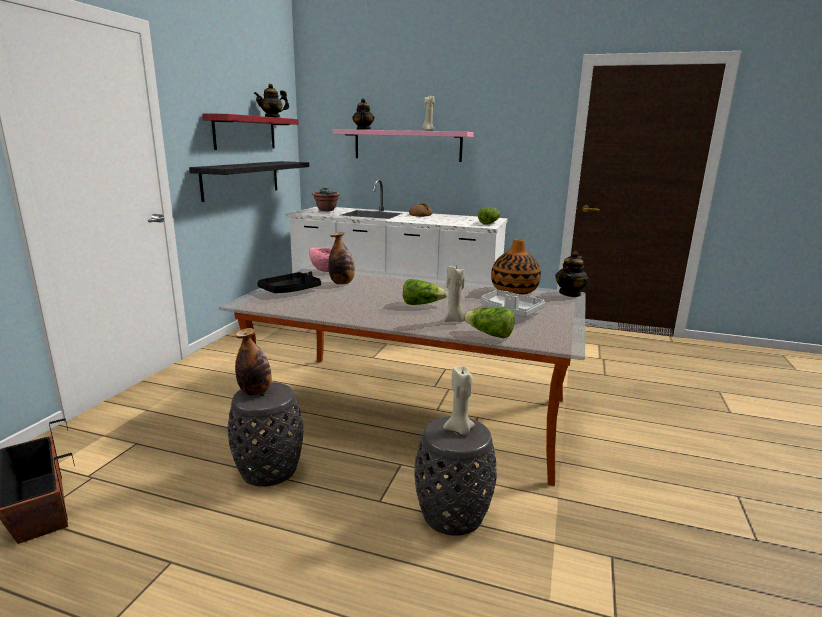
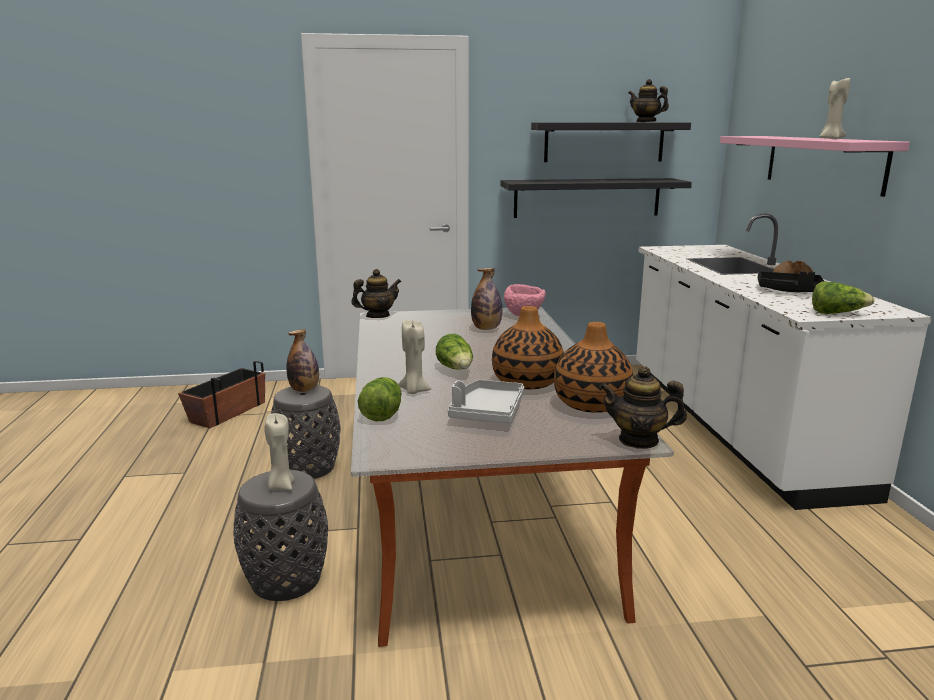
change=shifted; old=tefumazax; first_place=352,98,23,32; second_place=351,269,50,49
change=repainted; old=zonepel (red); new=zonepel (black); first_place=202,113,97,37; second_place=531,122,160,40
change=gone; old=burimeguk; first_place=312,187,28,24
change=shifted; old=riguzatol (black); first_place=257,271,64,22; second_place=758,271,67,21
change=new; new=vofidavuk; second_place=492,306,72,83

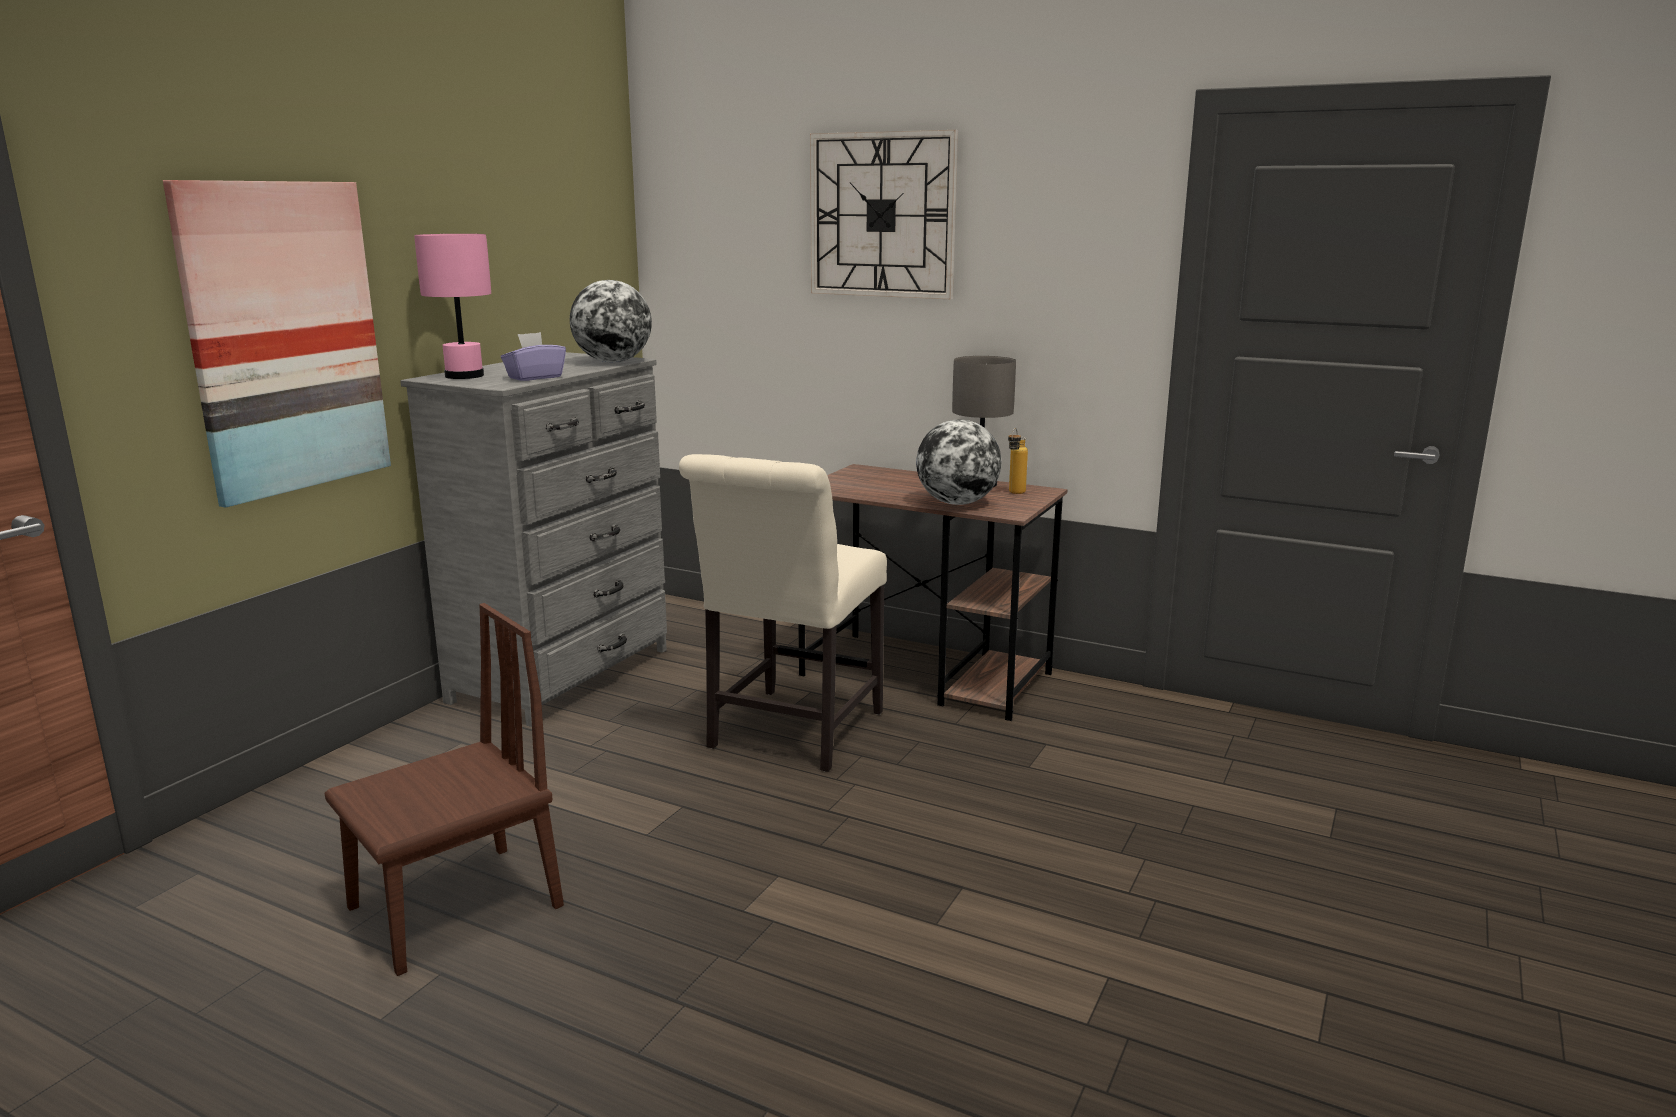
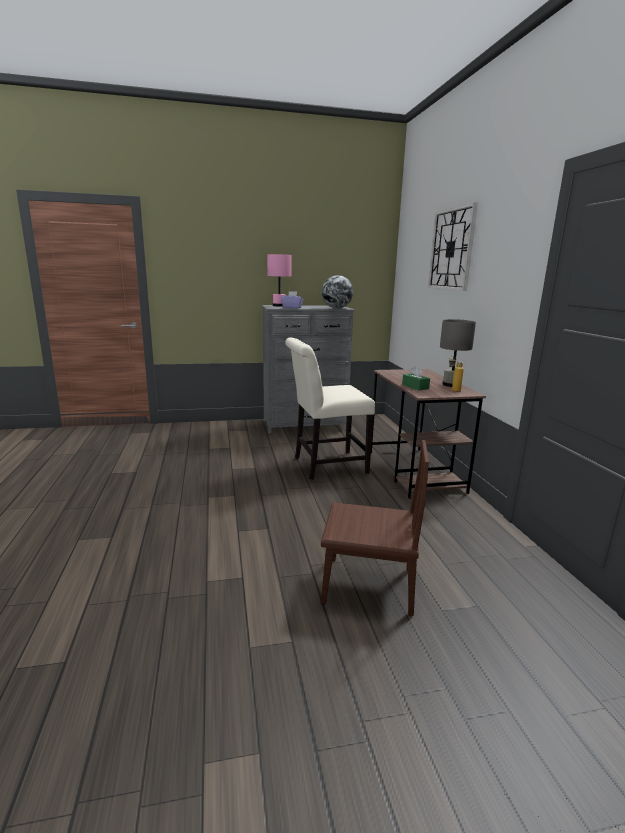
change=gone; old=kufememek; first_place=163,180,228,328
change=swapped; old=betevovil; new=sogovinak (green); first_place=916,419,85,86; second_place=402,366,28,25
change=shifted; old=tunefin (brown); first_place=325,603,239,373; second_place=321,440,108,176

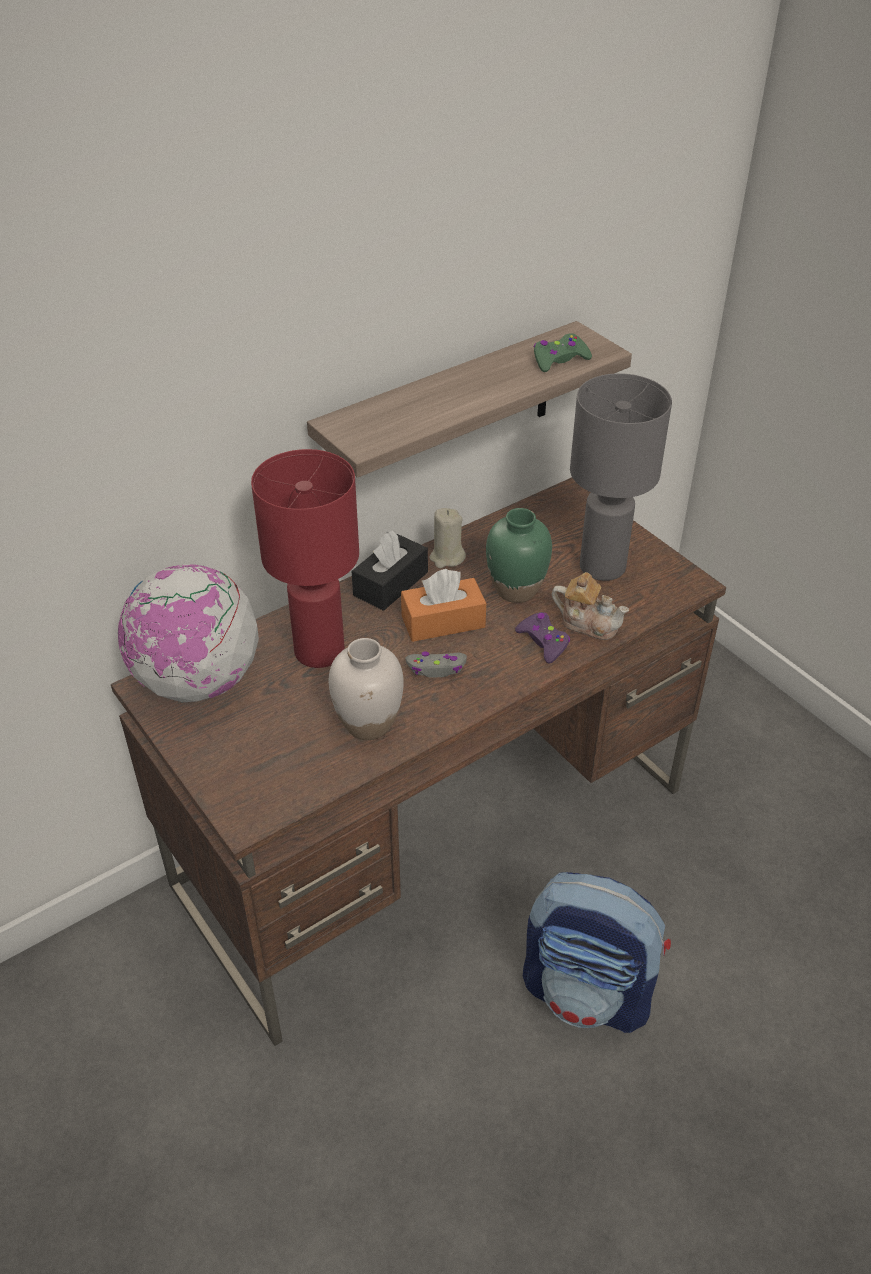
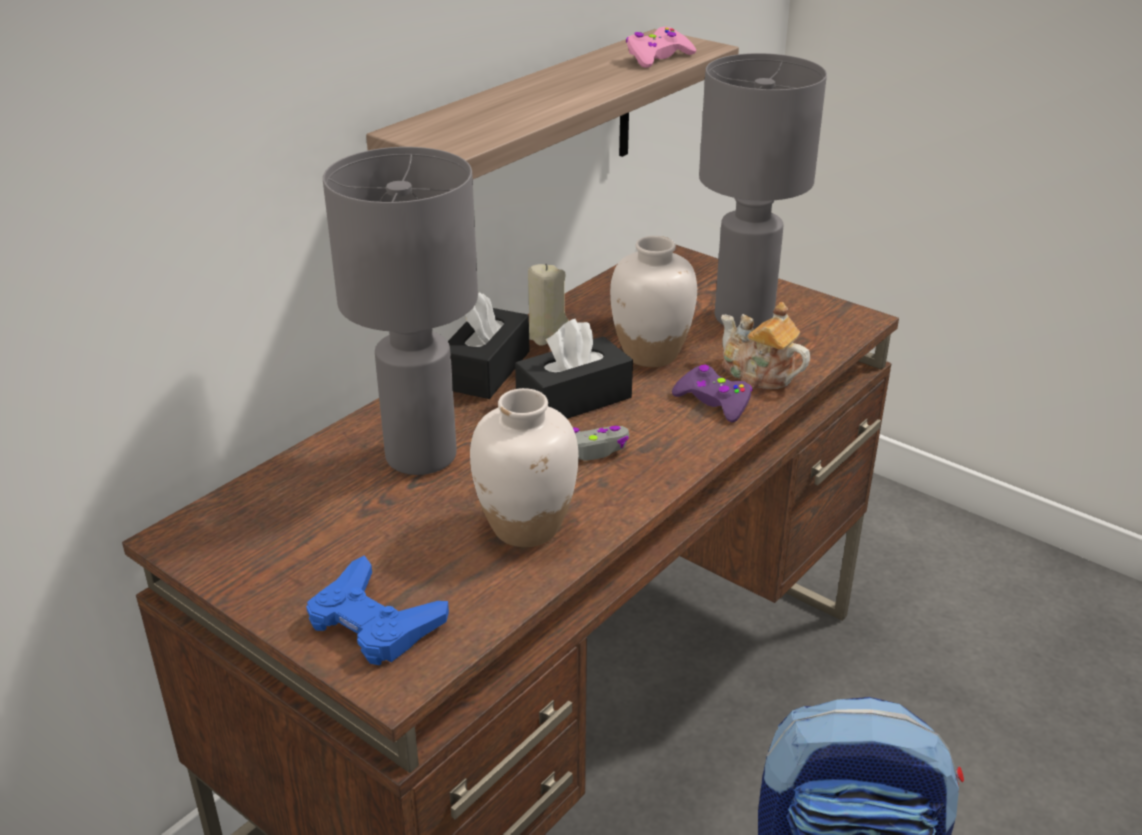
change=repainted; old=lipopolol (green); new=lipopolol (pink); first_place=534,333,58,39; second_place=626,27,70,41
change=repainted; old=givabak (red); new=givabak (grey); first_place=251,449,108,219; second_place=323,147,155,328
change=repainted; old=vofidavuk (green); new=vofidavuk (white); first_place=486,508,66,95; second_place=610,236,87,131
change=gone; old=betevovil; first_place=118,564,141,138
change=repainted; old=sogovinak (orange); new=sogovinak (black); first_place=401,569,85,73; second_place=515,319,118,100
change=rotated; old=tefumazax; first_place=552,572,77,68; second_place=721,302,89,87; degrees=-150
change=new; new=lipopolol (blue); second_place=306,555,143,110

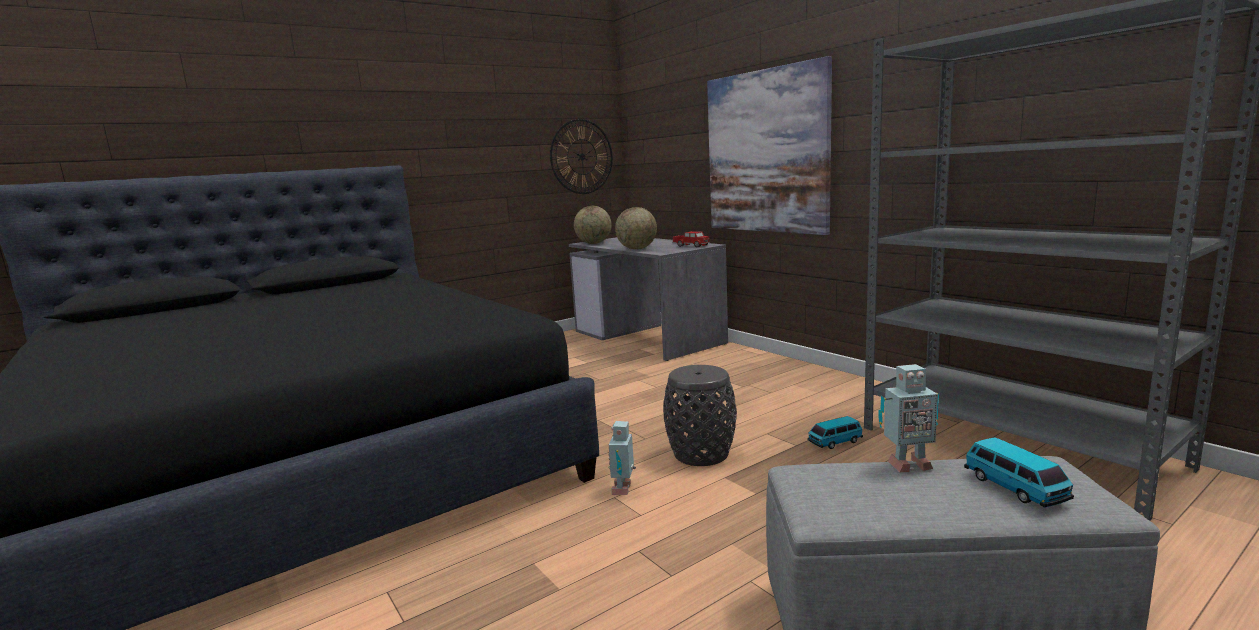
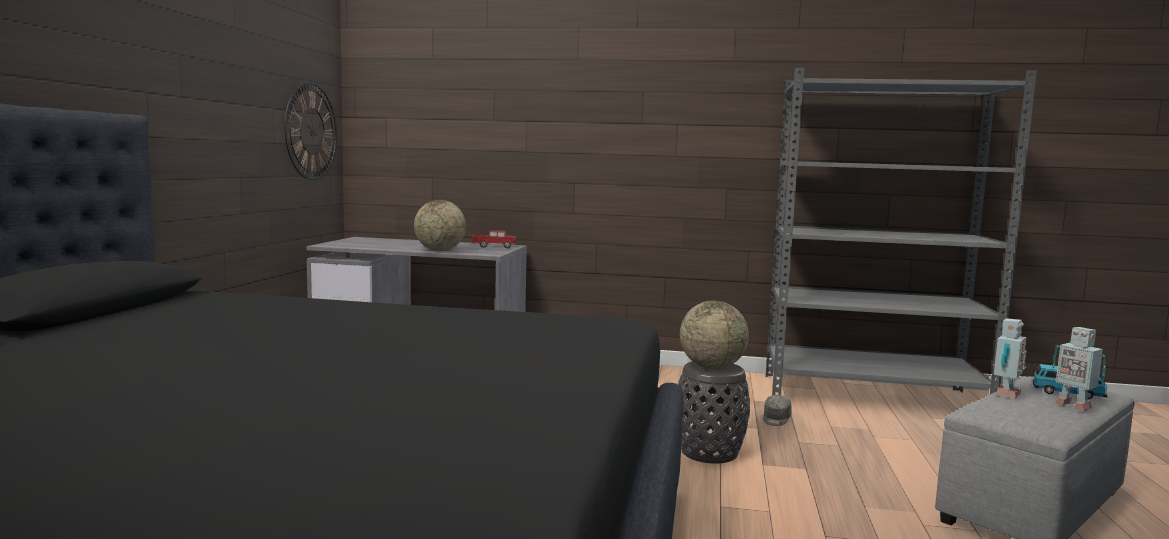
change=gone; old=kufememek; first_place=707,56,125,179
change=shifted; old=betevovil; first_place=574,206,38,38; second_place=680,301,69,68
change=swapped; old=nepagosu; new=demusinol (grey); first_place=808,416,55,33; second_place=763,395,29,31
change=shifted; old=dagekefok; first_place=608,421,28,74; second_place=1053,327,53,84

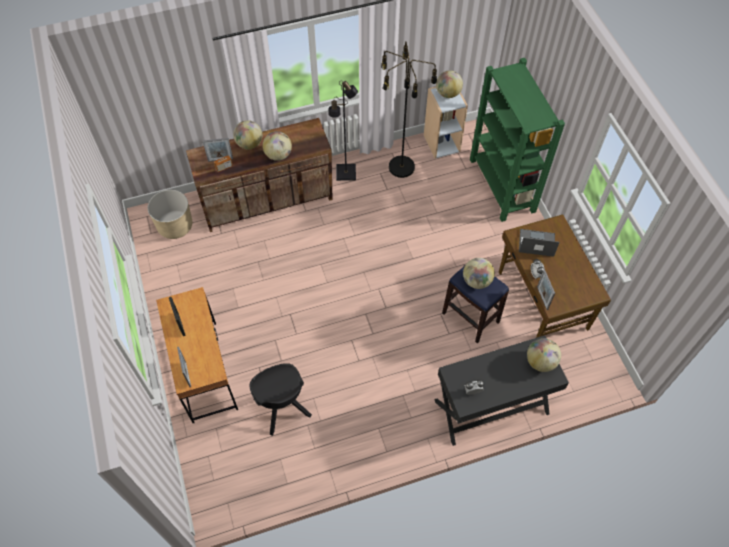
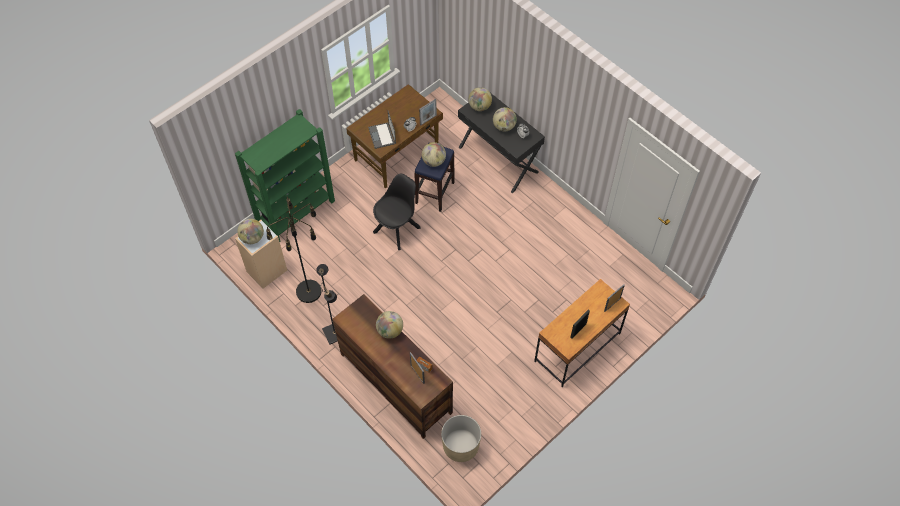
change=shifted; old=betevovil; first_place=233,120,29,29; second_place=493,107,24,24
change=shifted; old=tunefin (black); first_place=250,363,62,73; second_place=373,174,48,76

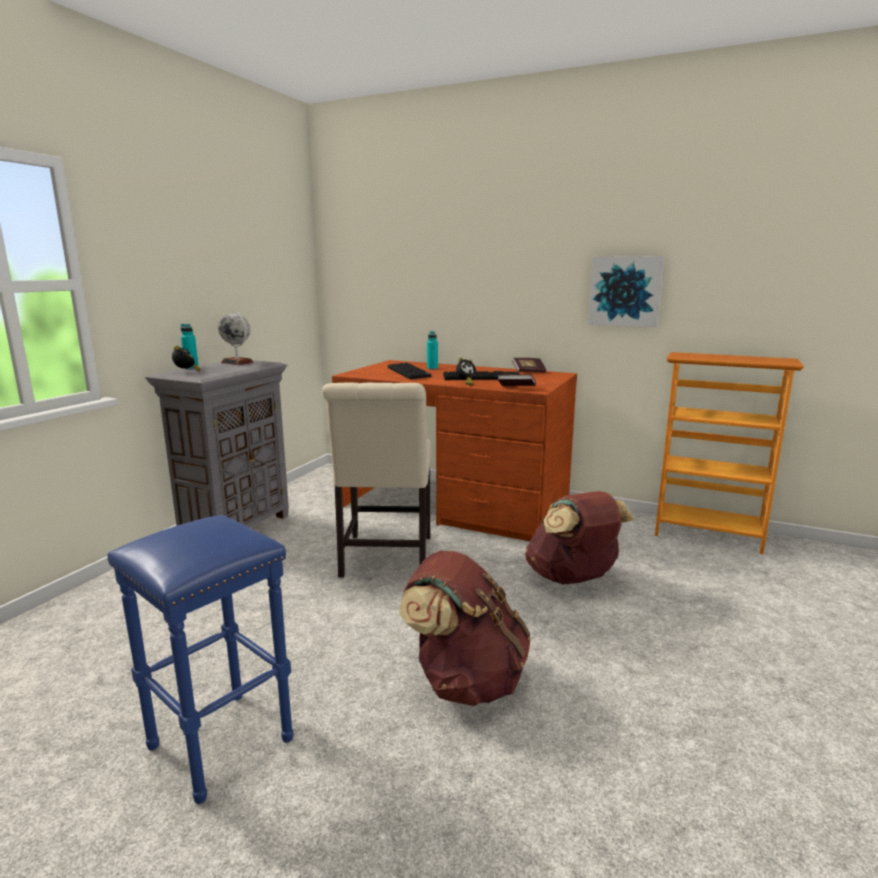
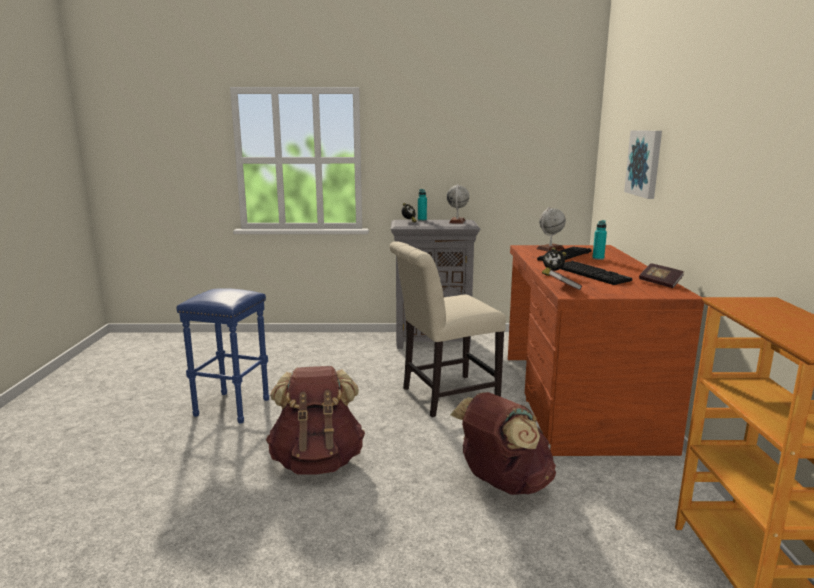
change=shifted; old=kufememek; first_place=588,256,76,71; second_place=624,130,38,69
change=new; new=betevovil; second_place=536,207,30,45

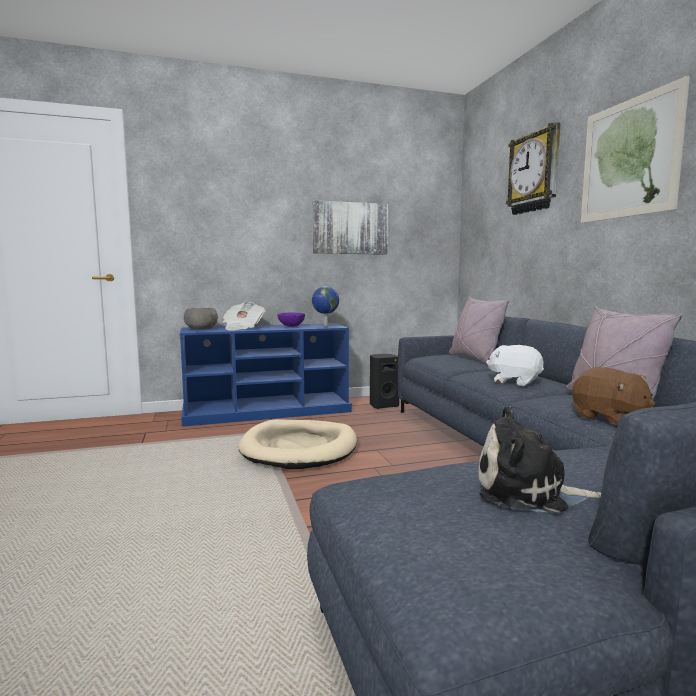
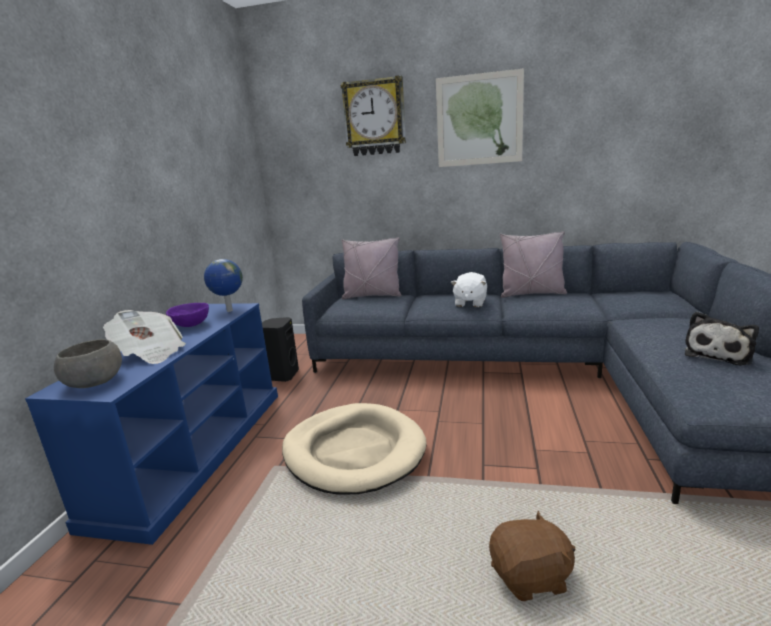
change=gone; old=kufememek; first_place=313,200,76,55
change=rotated; old=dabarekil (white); first_place=486,345,58,41; second_place=451,272,36,35; degrees=-45
change=shifted; old=dabarekil (brown); first_place=572,367,83,58; second_place=489,511,86,90

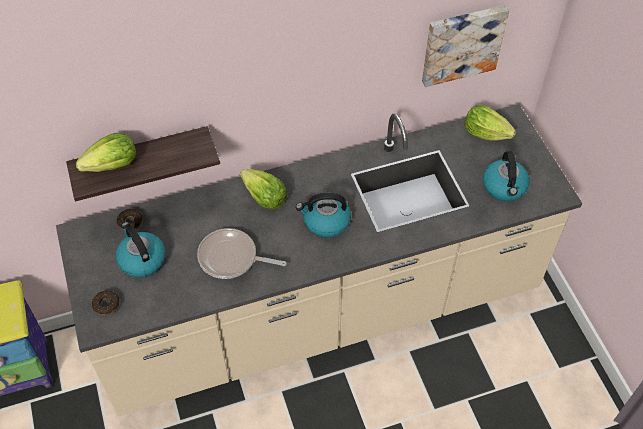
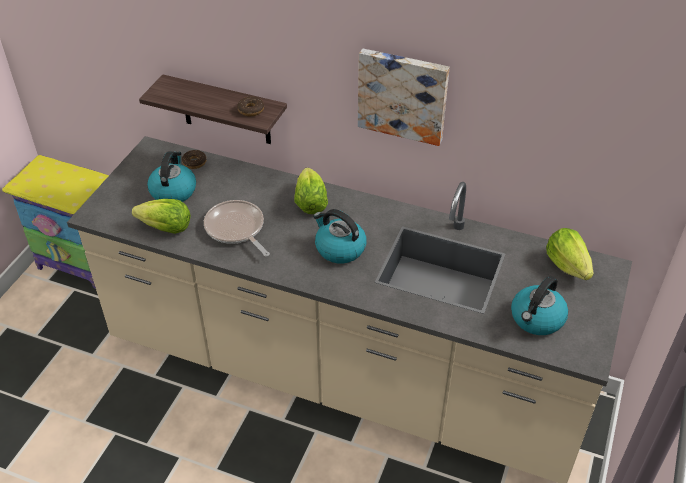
change=shifted; old=kufememek; first_place=422,5,87,82; second_place=358,48,92,98
change=shifted; old=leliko; first_place=76,133,60,39; second_place=132,199,59,35
change=shifted; old=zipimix; first_place=92,290,28,25; second_place=237,96,27,20

